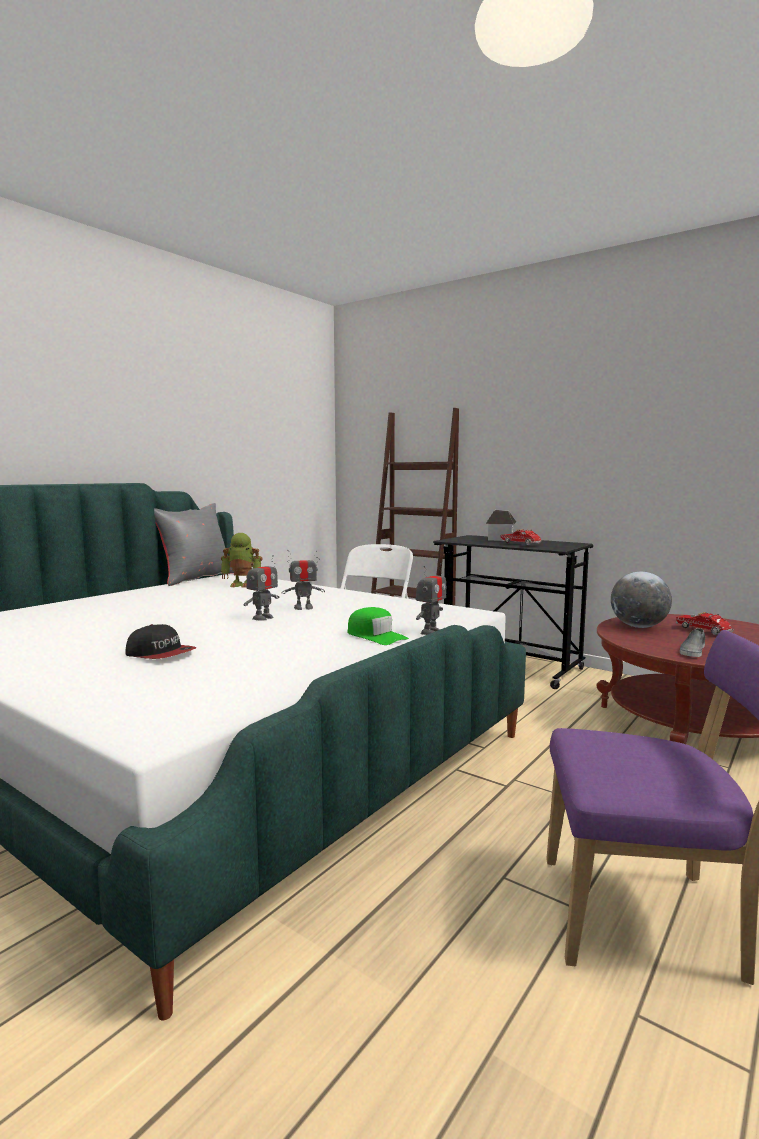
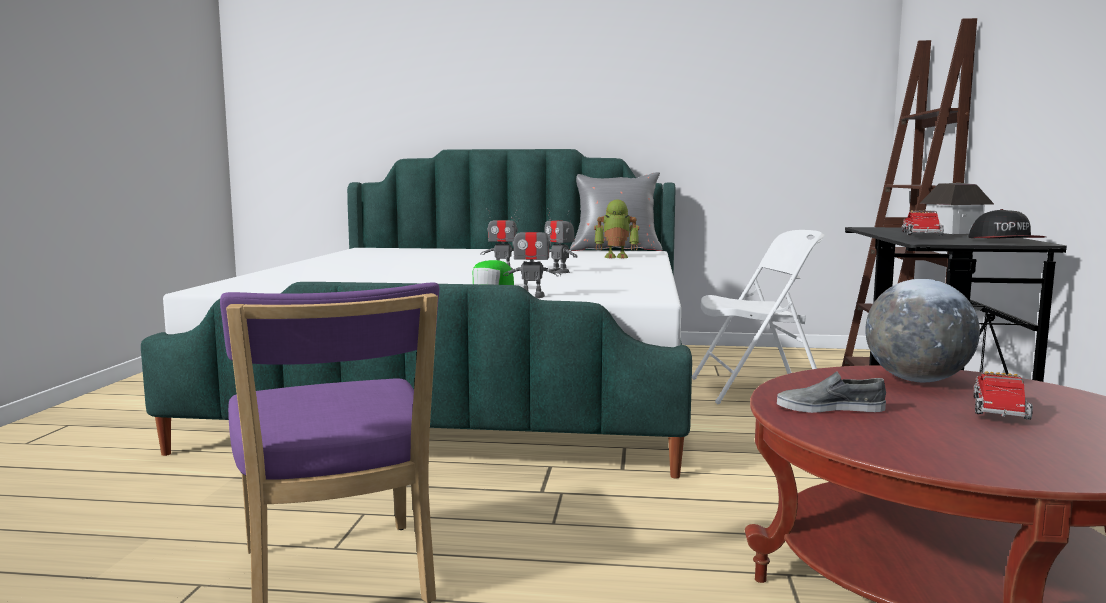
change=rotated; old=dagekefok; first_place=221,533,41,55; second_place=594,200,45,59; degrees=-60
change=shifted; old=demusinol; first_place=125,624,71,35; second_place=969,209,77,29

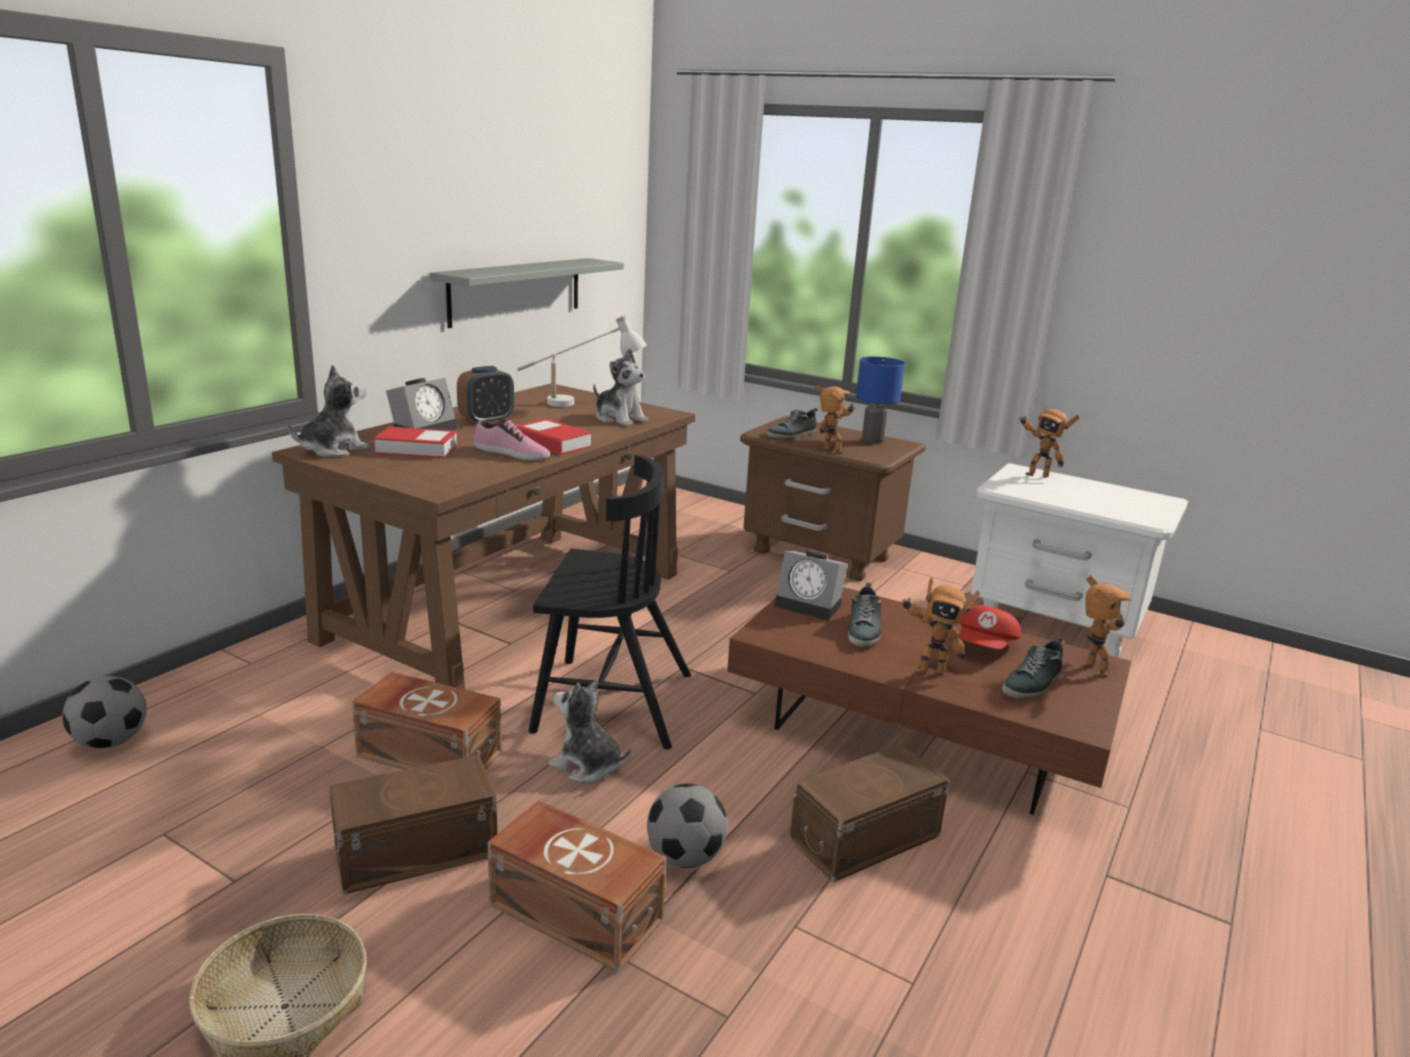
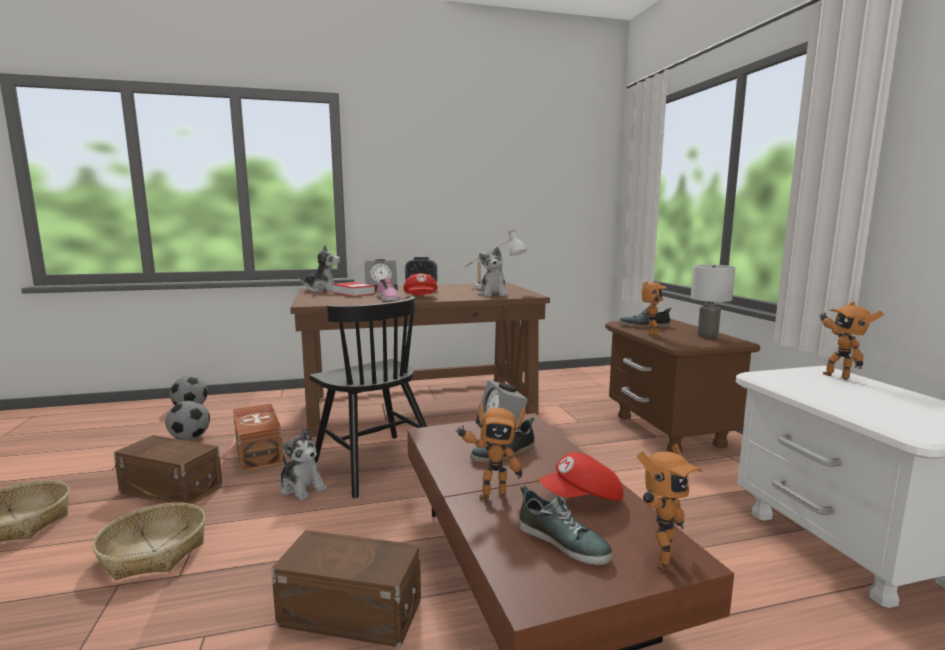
change=gone; old=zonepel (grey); first_place=430,258,194,70
change=repainted; old=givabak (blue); new=givabak (white); first_place=856,356,49,88; second_place=691,265,44,73
change=swapped; old=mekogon; new=demusinol (red); first_place=516,419,76,36; second_place=403,273,34,22
change=rotated; old=dagekefok; first_place=901,577,79,98; second_place=456,403,70,96; degrees=-60
change=rotated; old=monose; first_place=1002,637,61,62; second_place=519,485,94,80; degrees=-135
change=rotated; old=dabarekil; first_place=549,679,82,104; second_place=280,428,47,72; degrees=150
change=shifted; old=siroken; first_place=647,783,81,85; second_place=166,401,44,39
change=swapped; old=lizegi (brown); new=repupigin; first_place=488,800,179,173; second_place=92,502,113,78

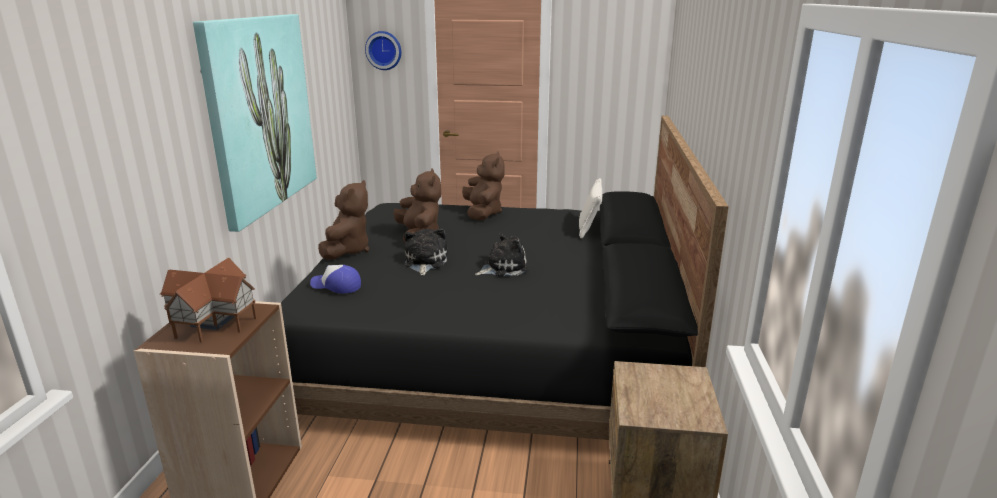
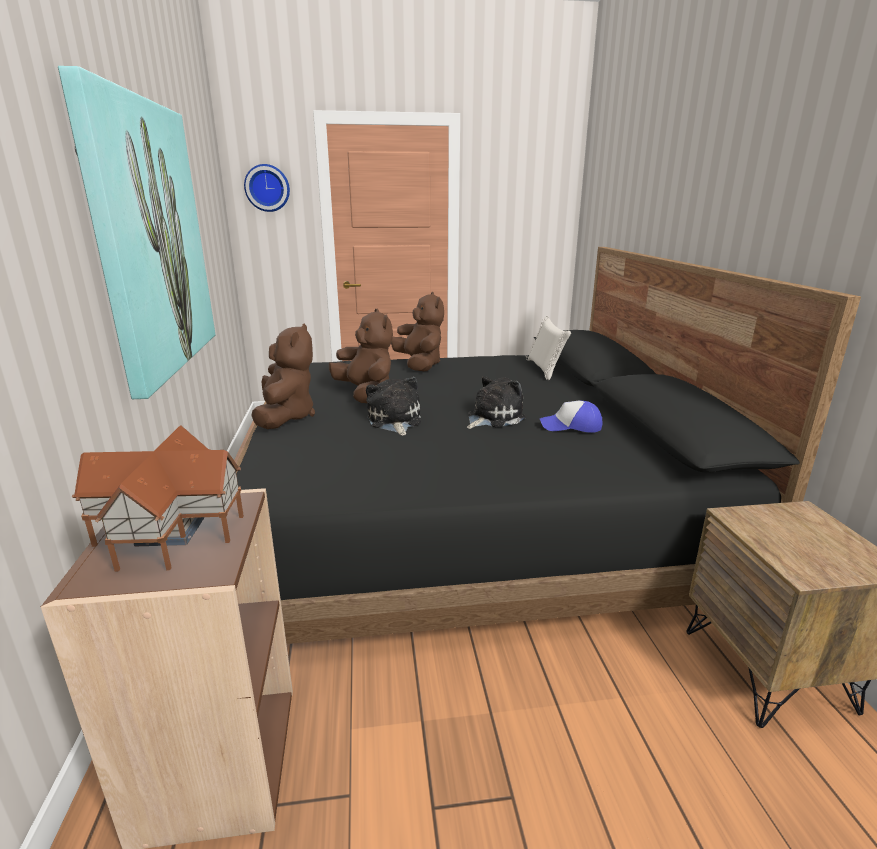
change=shifted; old=demusinol; first_place=310,265,51,29; second_place=540,400,63,33

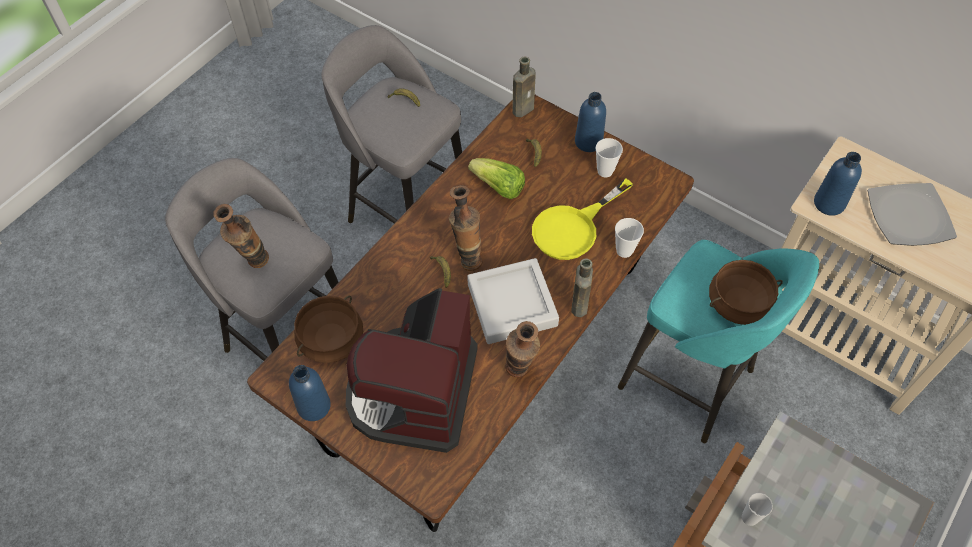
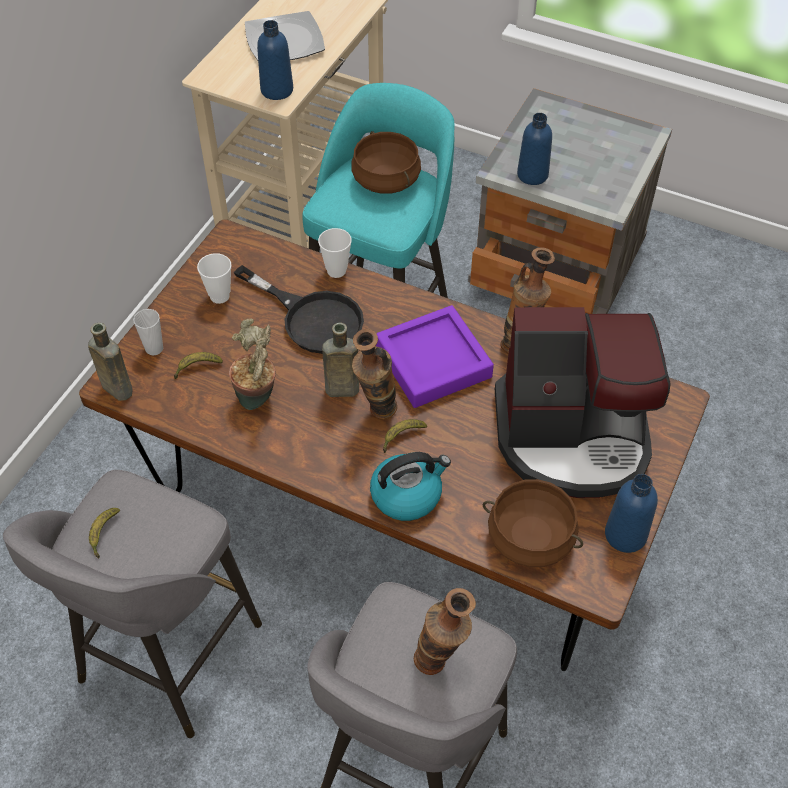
change=shifted; old=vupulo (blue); first_place=575,92,31,60; second_place=517,113,35,72
change=swapped; old=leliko; new=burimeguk; first_place=468,158,57,41; second_place=229,319,47,91
change=repainted; old=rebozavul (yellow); new=rebozavul (black); first_place=532,178,101,82; second_place=234,265,130,89
change=repainted; old=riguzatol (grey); new=riguzatol (purple); first_place=467,258,92,86; second_place=376,305,118,103
change=shifted; old=vupulo (brown); first_place=571,258,22,59; second_place=322,322,37,75
change=shifted; old=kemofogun; first_place=742,493,31,33; second_place=133,309,30,47
change=new; new=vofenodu; second_place=370,452,81,69

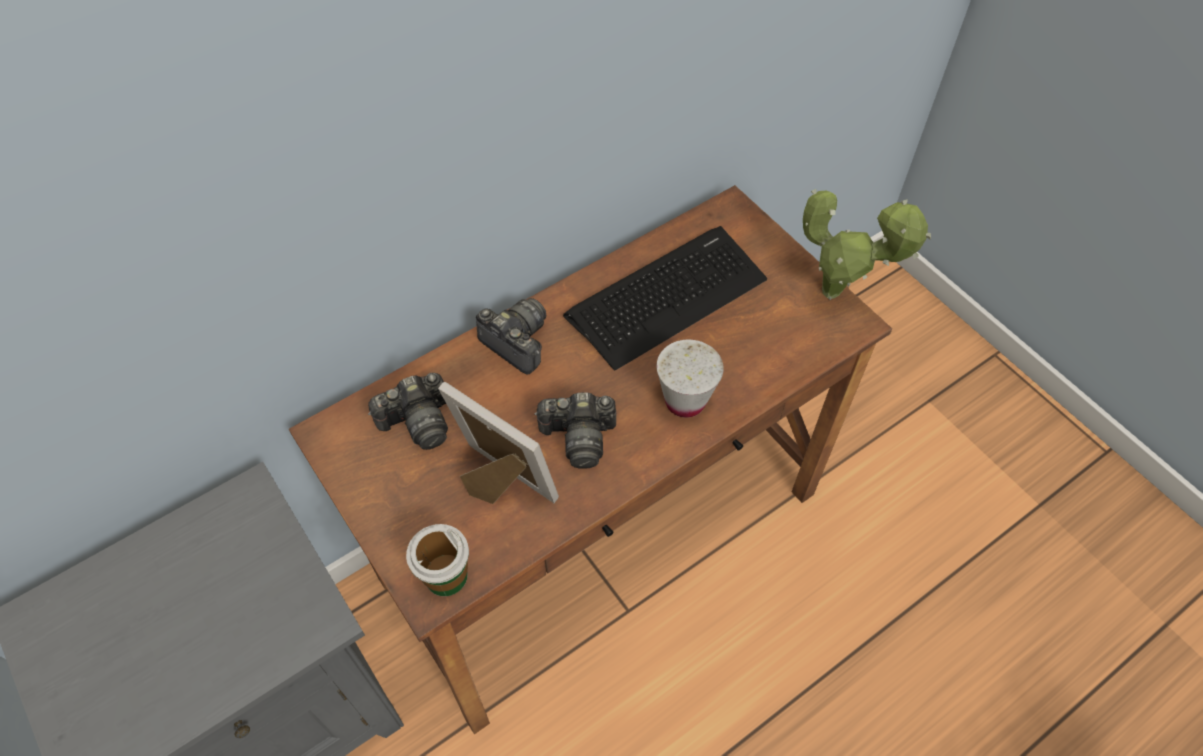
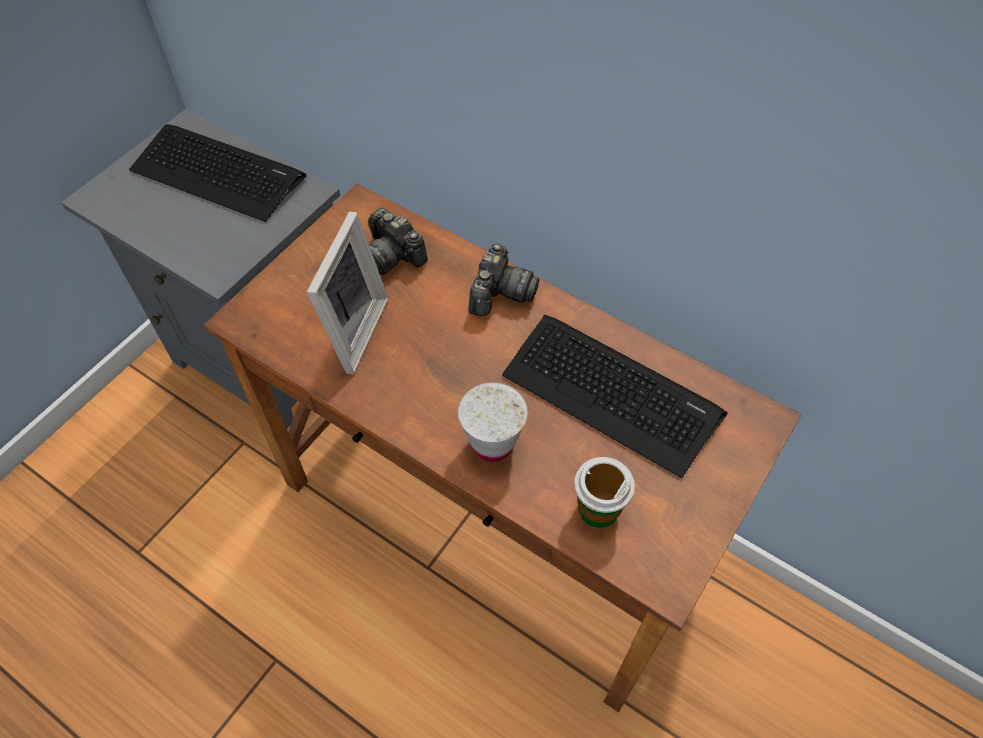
change=gone; old=burimeguk; first_place=803,189,128,111
change=gone; old=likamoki; first_place=534,392,82,77
change=shifted; old=kemofogun; first_place=406,524,63,72; second_place=574,457,61,71
change=new; new=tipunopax; second_place=129,124,178,98

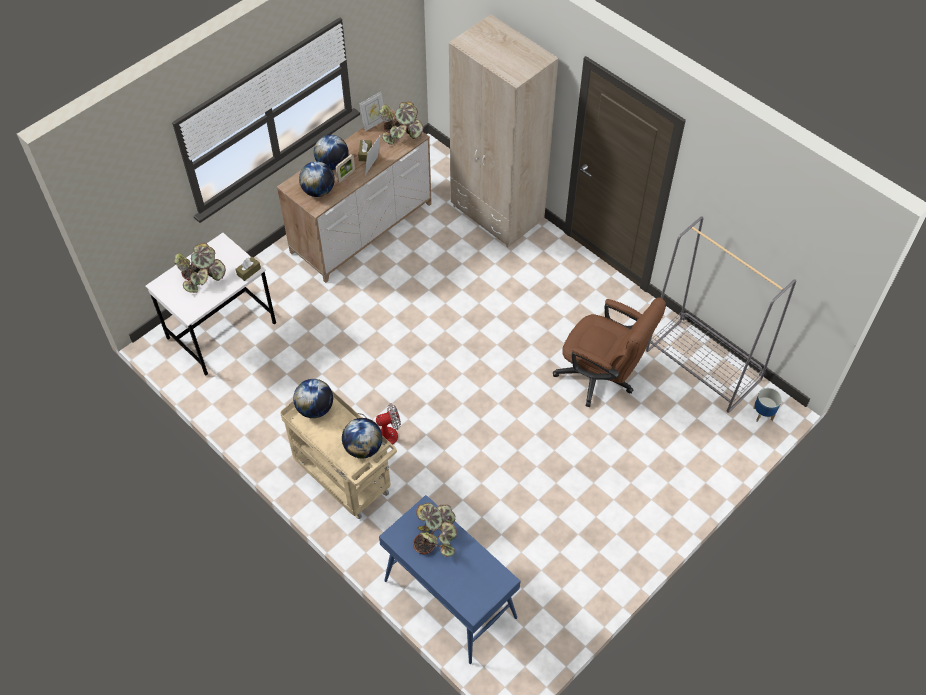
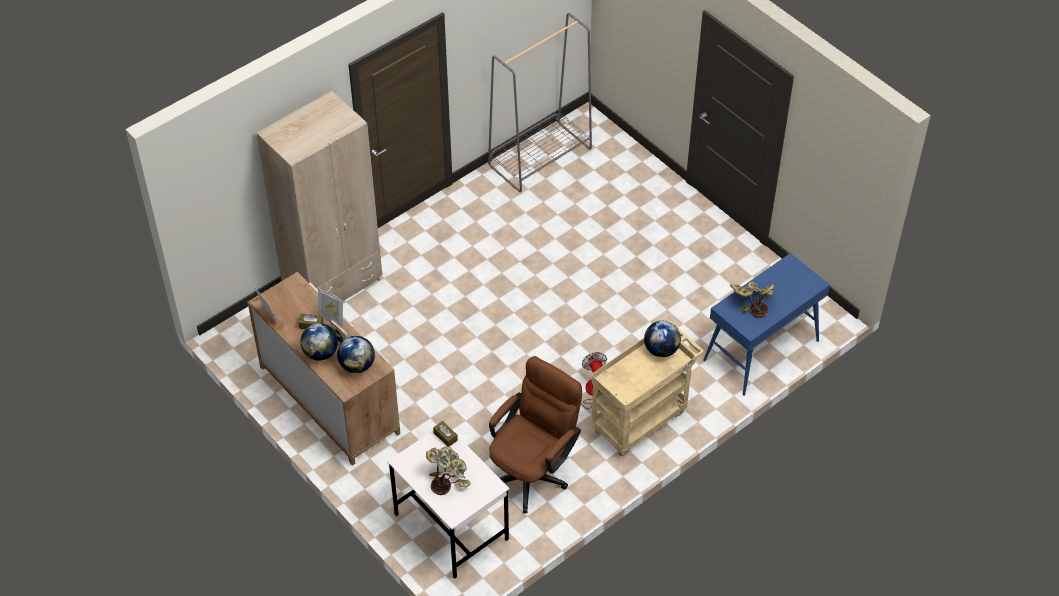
change=gone; old=burimeguk; first_place=379,102,44,43
change=shifted; old=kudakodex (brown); first_place=553,297,113,110; second_place=489,356,93,157
change=gone; old=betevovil; first_place=293,379,40,39
change=gone; old=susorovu; first_place=753,388,29,34

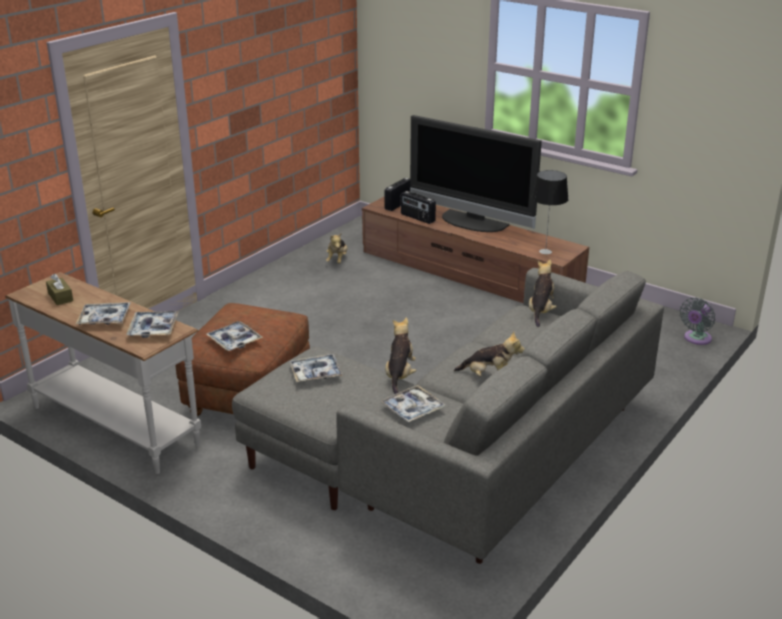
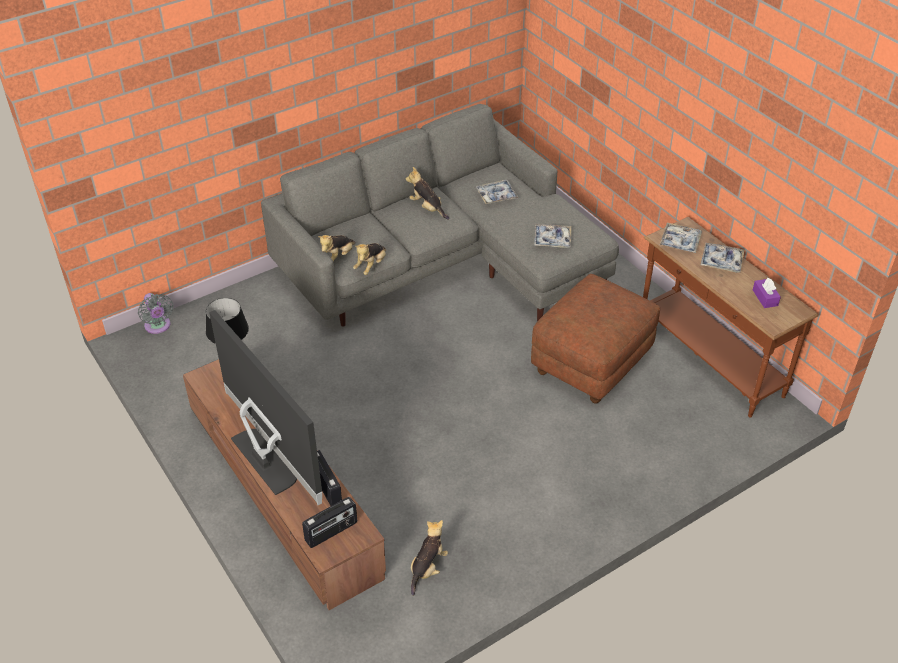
change=repainted; old=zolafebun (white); new=zolafebun (brown); first_place=5,272,196,202; second_place=643,217,176,200
change=repainted; old=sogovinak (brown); new=sogovinak (purple); first_place=46,273,27,32; second_place=753,278,28,30
change=rotated; old=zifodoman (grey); first_place=680,297,35,48; second_place=138,293,35,41; degrees=90
change=shifted; old=dabarekil; first_place=385,317,32,77; second_place=353,243,33,32
change=gone; old=riguzatol; first_place=206,321,57,30

